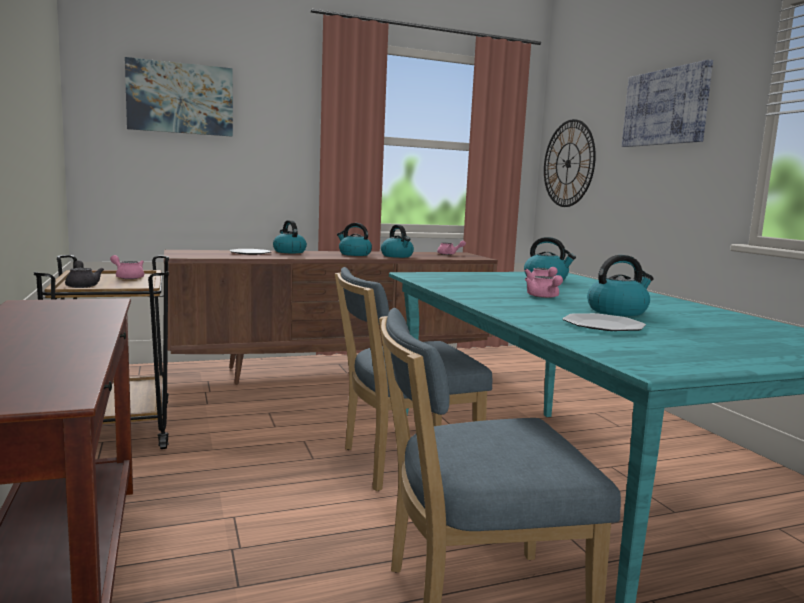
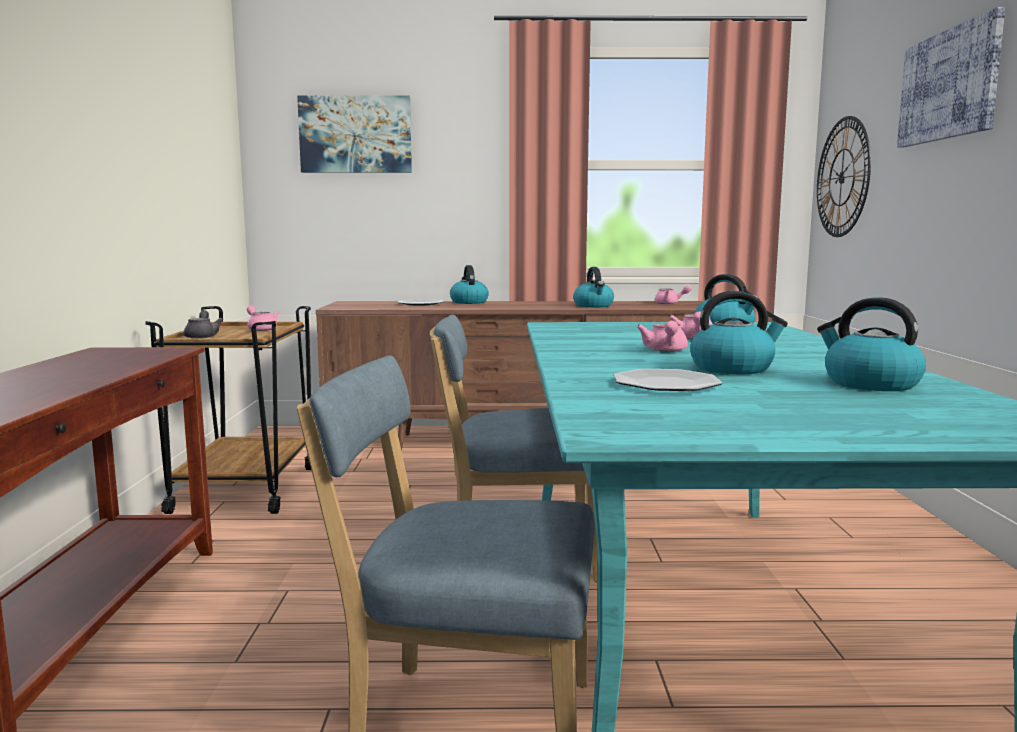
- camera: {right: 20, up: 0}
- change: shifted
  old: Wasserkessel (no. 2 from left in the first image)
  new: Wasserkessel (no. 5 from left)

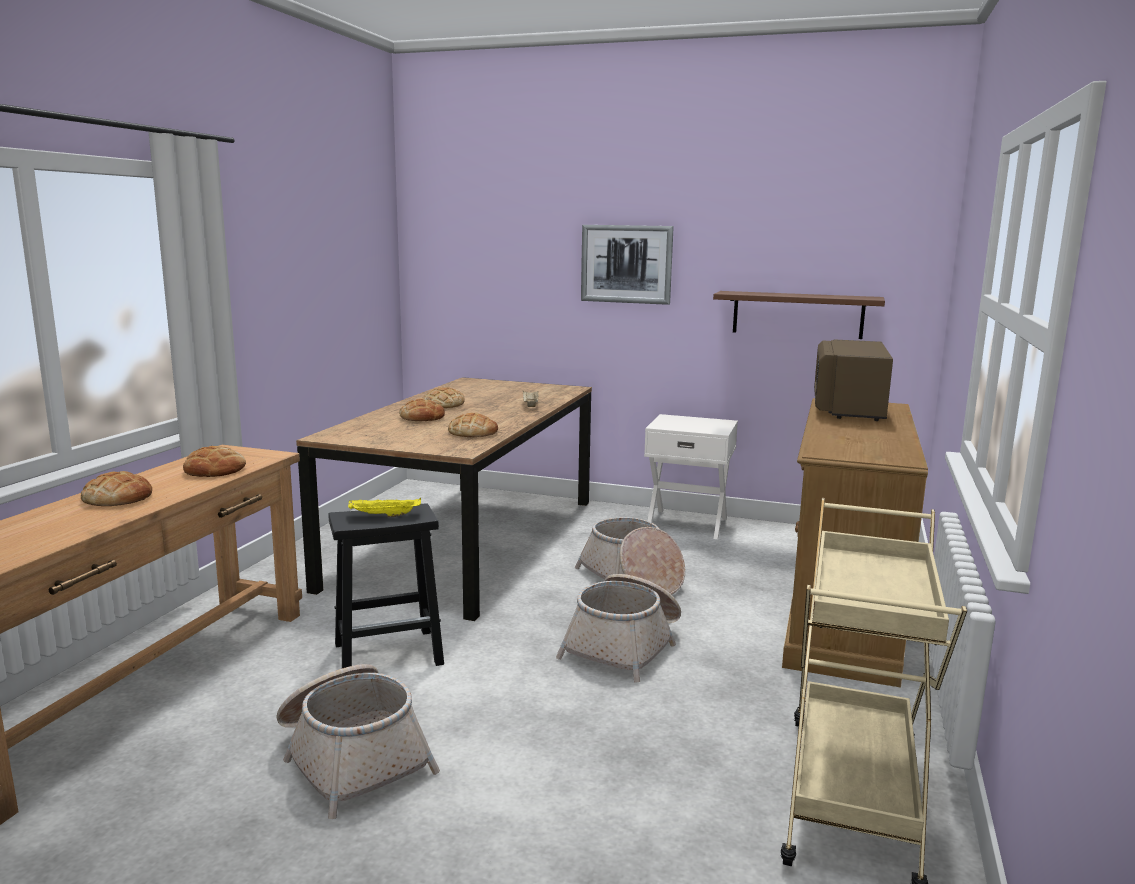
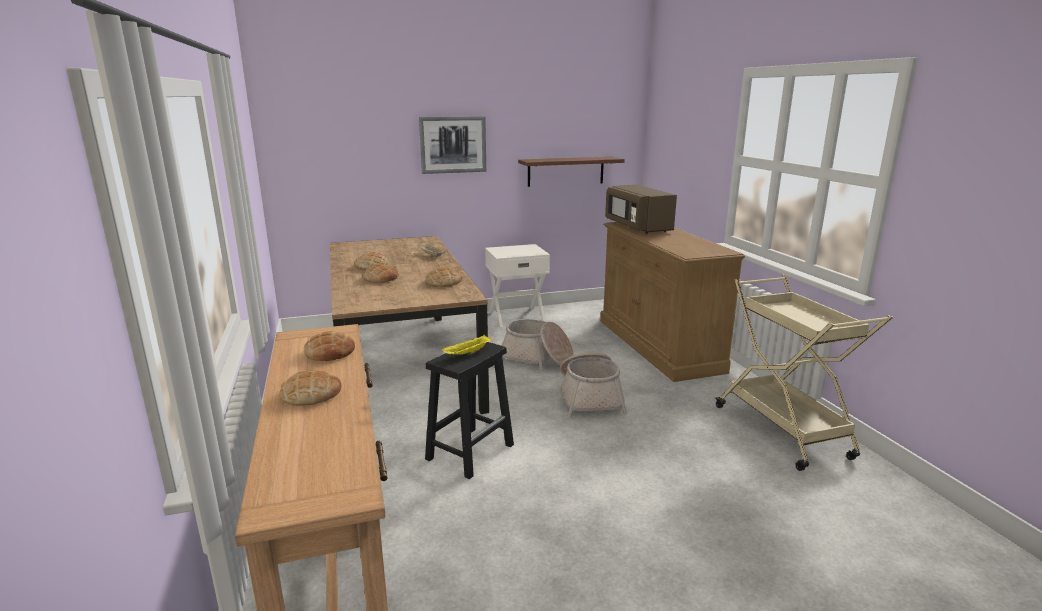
- camera: {right: -35, up: 5}
- change: gone
  old: Korb (no. 1 from left)

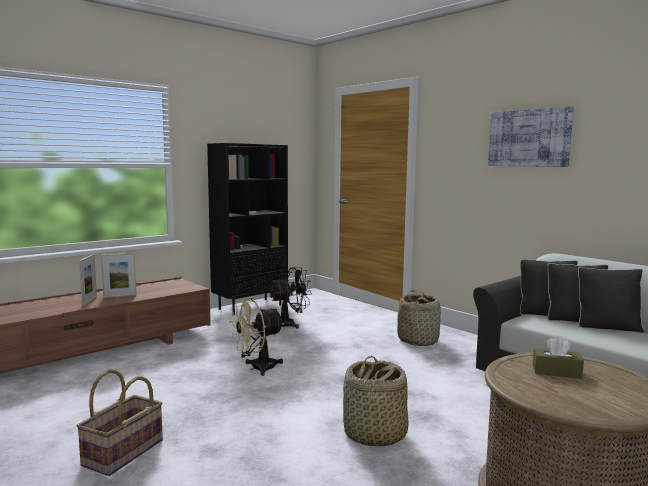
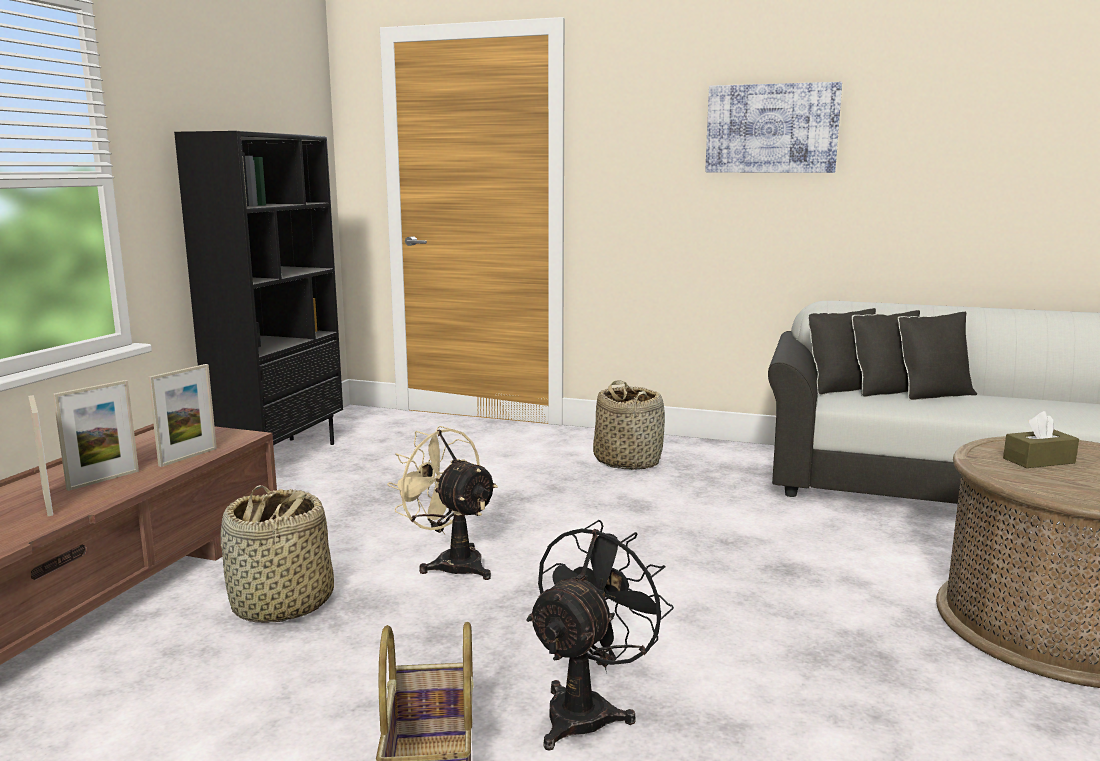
- camera: {right: -30, up: 5}
- change: rotated
  old: Ventilator/beige
  degrees: 105
- change: shifted
  old: Ventilator/schwarz
- change: shifted
  old: Korb (no. 2 from left in the first image)
  new: Korb (no. 1 from left)
- change: new
  new: Bilderrahmen (no. 3 from left)

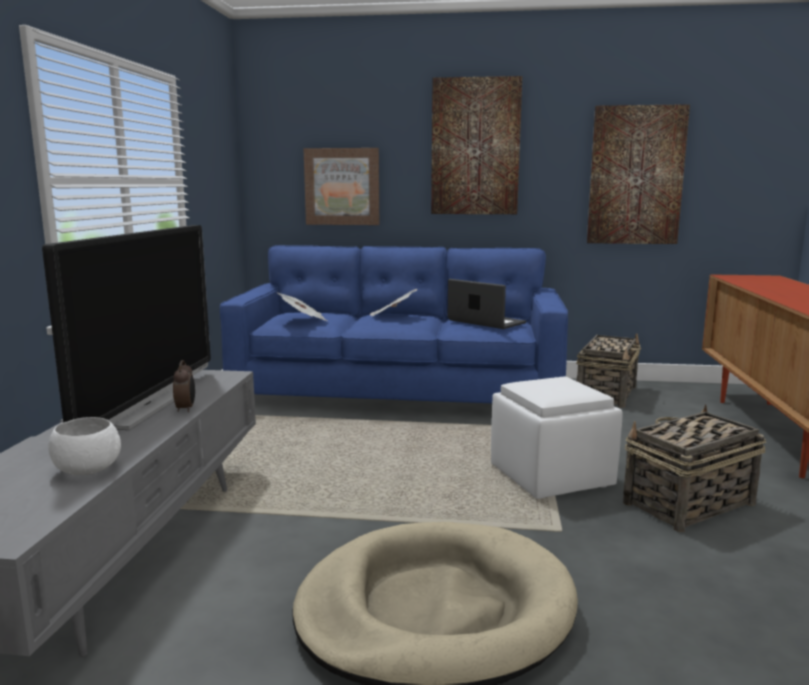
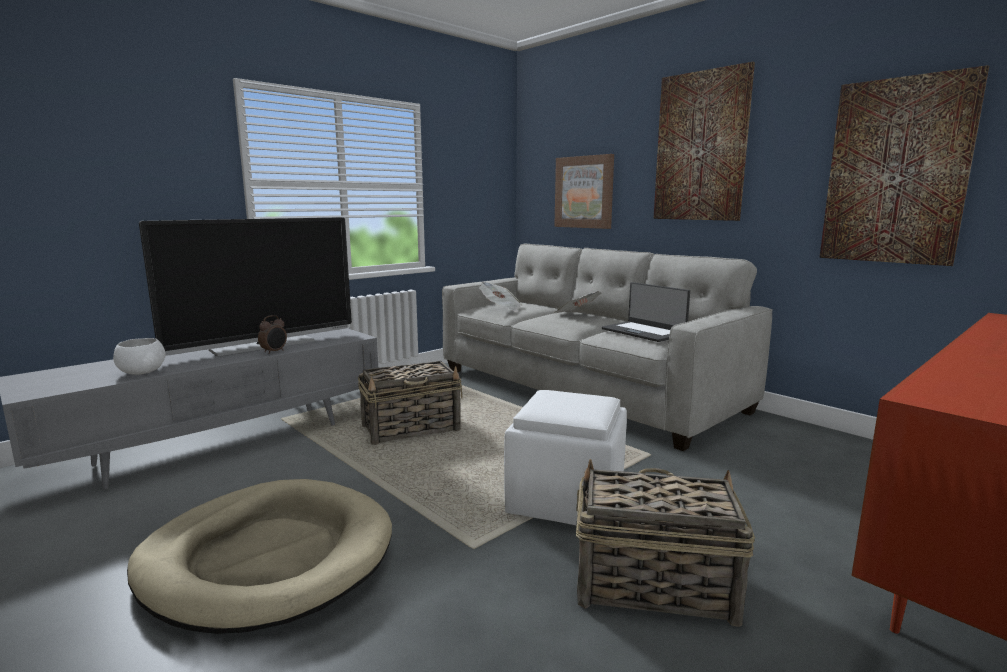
- camera: {right: 40, up: 0}
- change: repainted
  old: Sofa/blau
  new: Sofa/grau
- change: rotated
  old: Laptop
  degrees: 150
- change: shifted
  old: Korb (no. 1 from left)

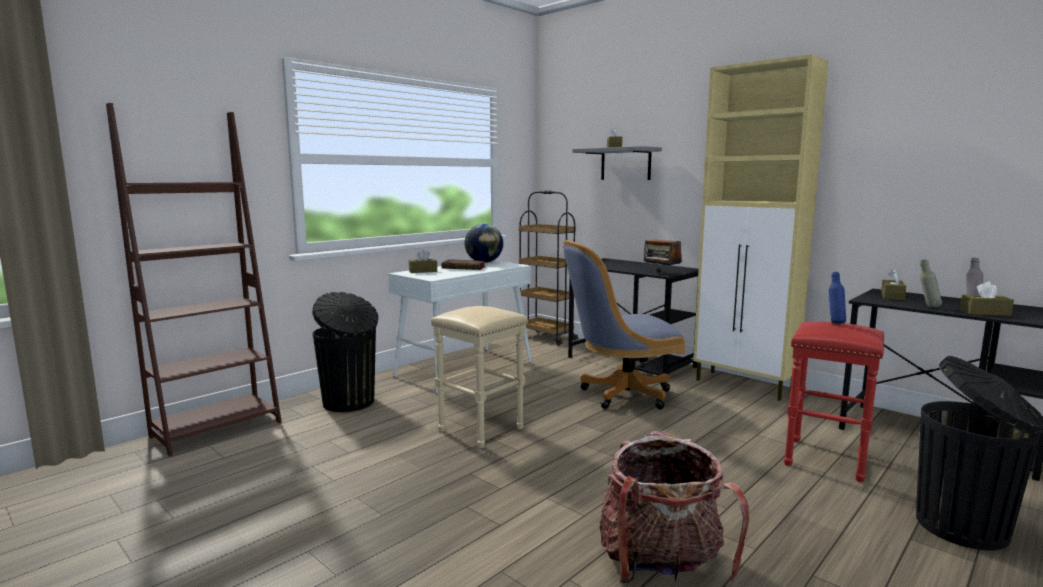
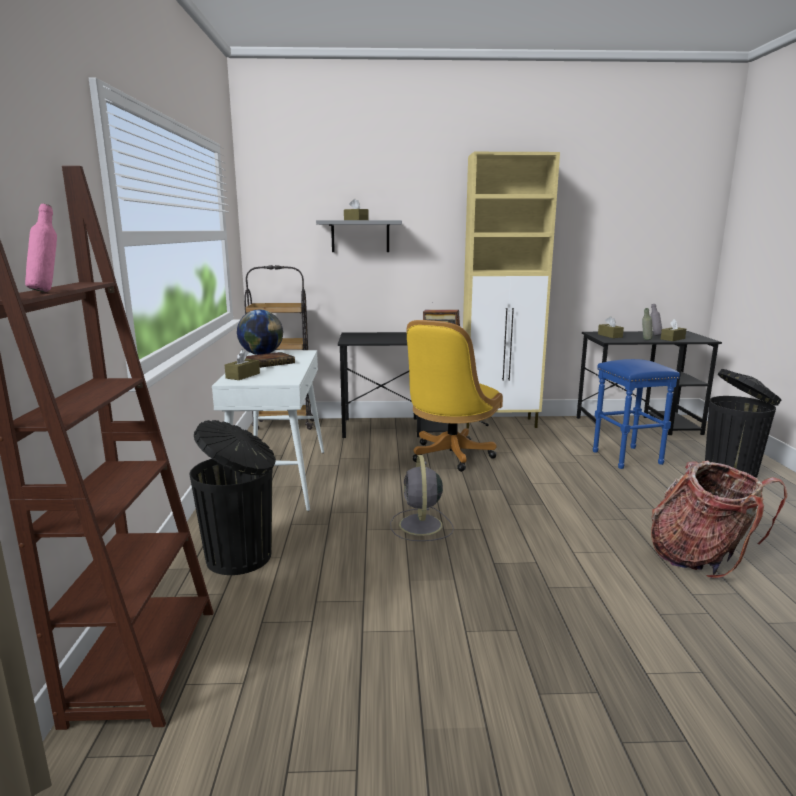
- camera: {right: -45, up: 5}
- change: swapped
  old: Hocker/beige
  new: Ventilator/grau
- change: repainted
  old: Bürostuhl/blau
  new: Bürostuhl/gelb
- change: repainted
  old: Hocker/rot
  new: Hocker/blau
- change: gone
  old: Flasche/blau
- change: new
  new: Flasche/rosa

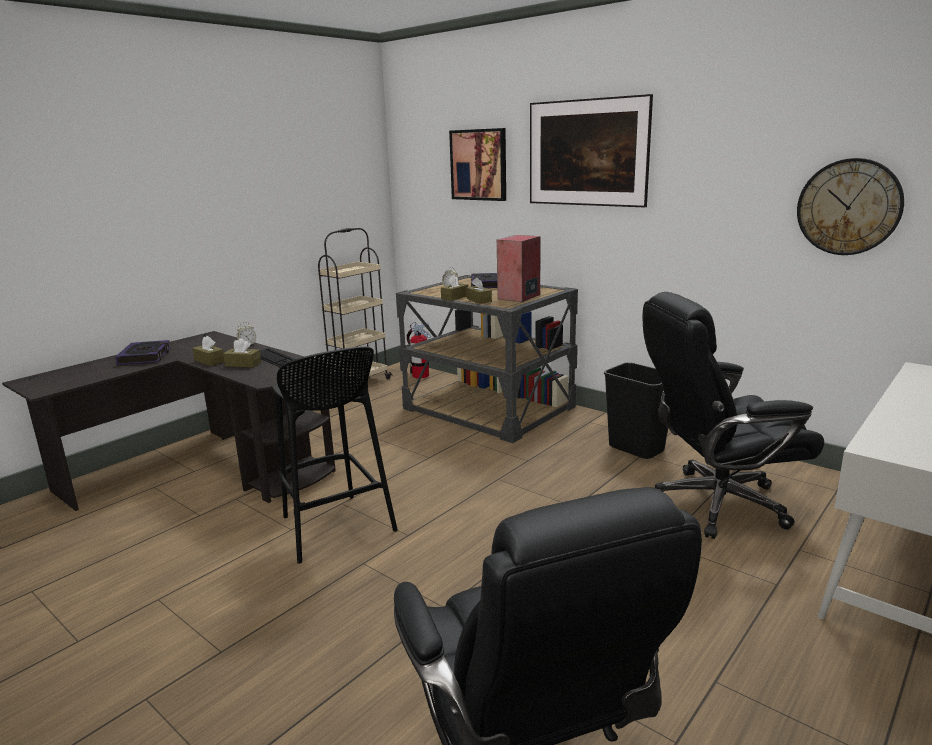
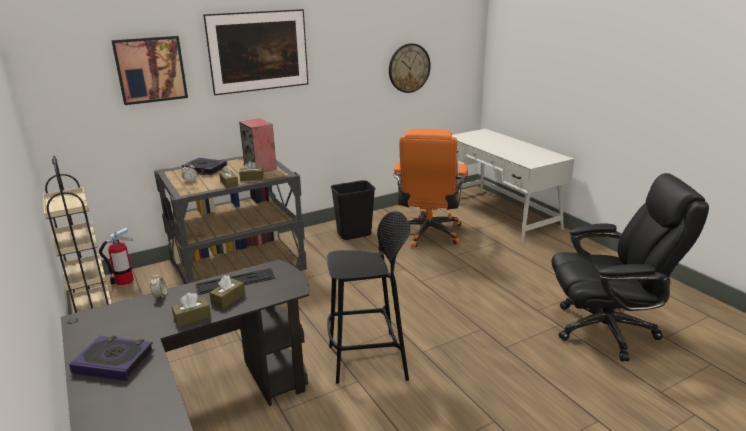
- camera: {right: -70, up: 5}
- change: repainted
  old: Bürostuhl/schwarz (no. 2 from left)
  new: Bürostuhl/orange

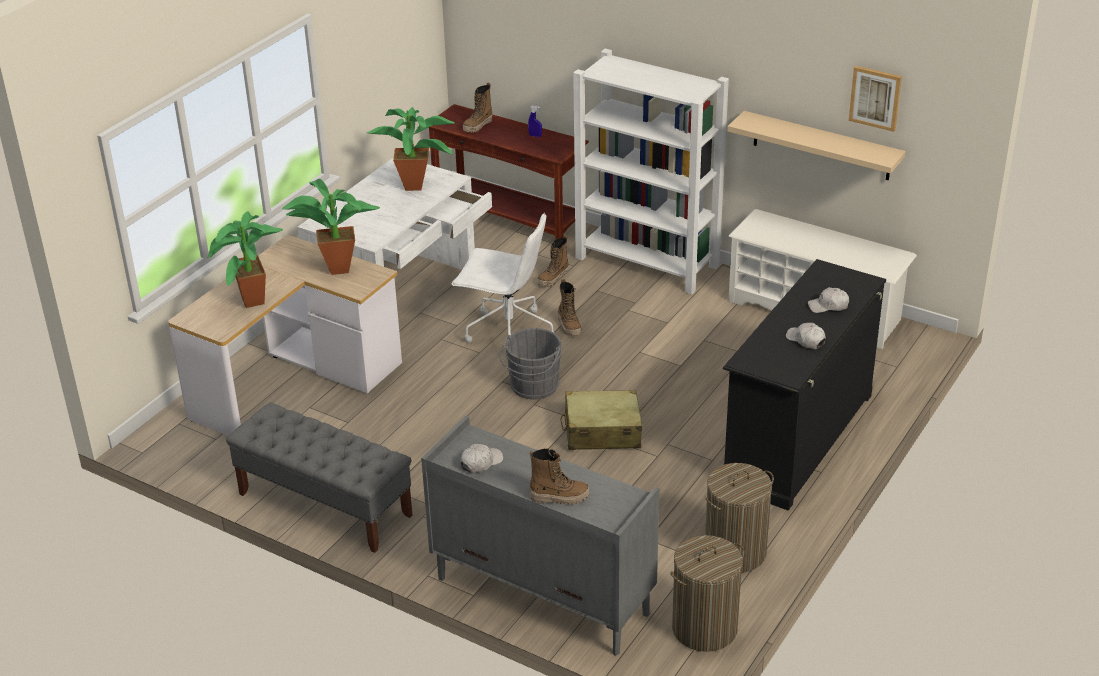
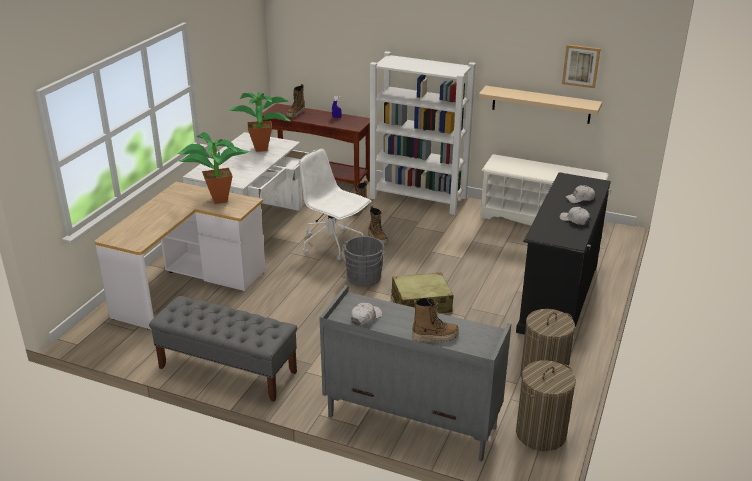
- camera: {right: -10, up: -5}
- change: gone
  old: Topfpflanze (no. 1 from left)
- change: rotated
  old: Bürostuhl/weiß
  degrees: -150

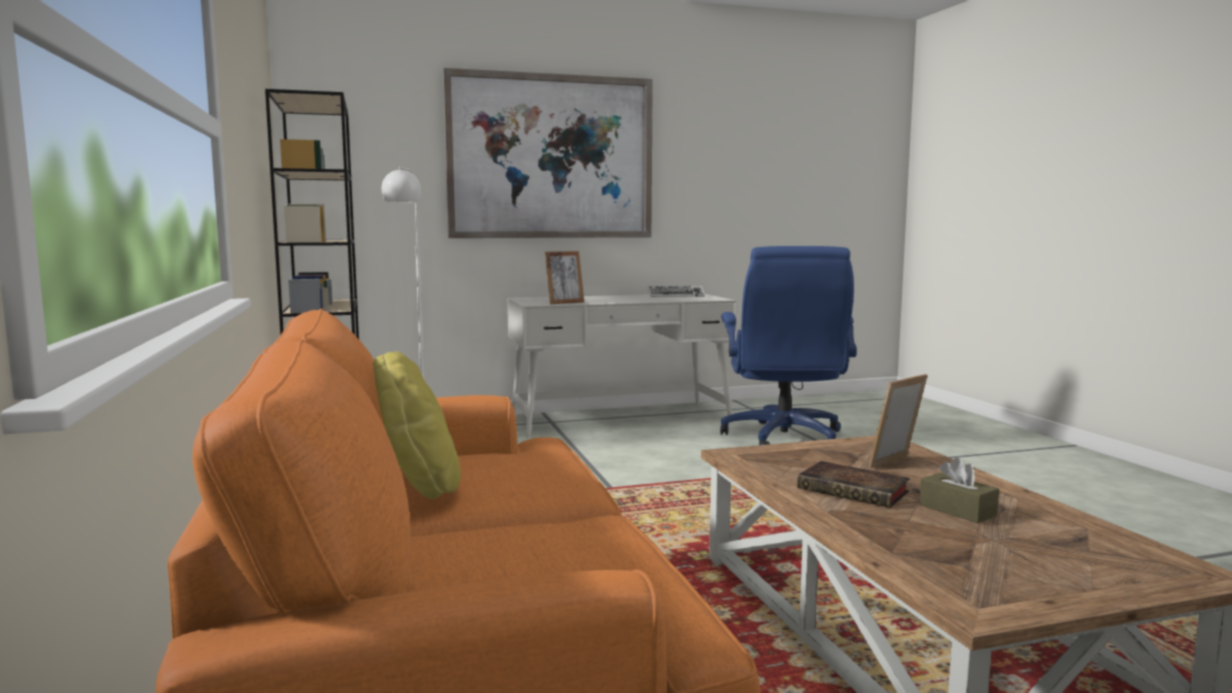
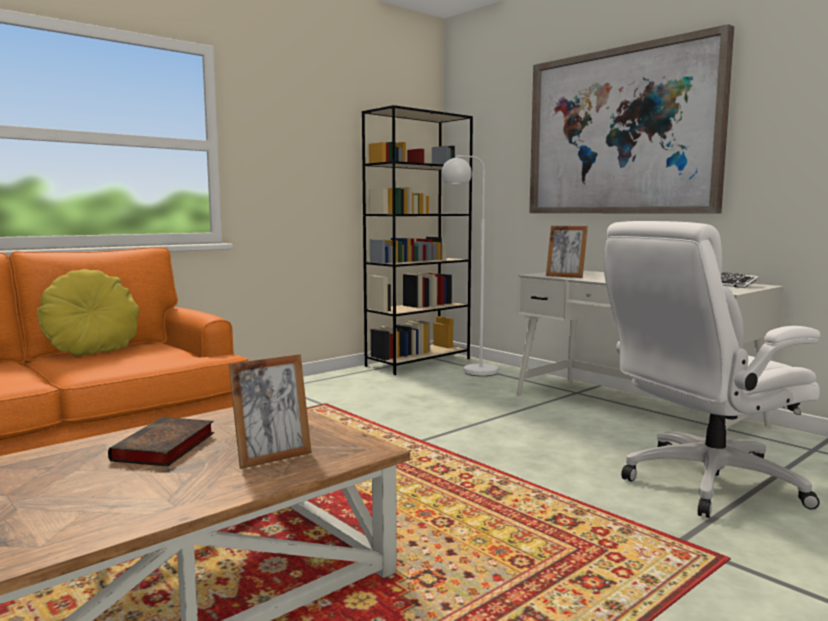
- camera: {right: 65, up: 0}
- change: repainted
  old: Bürostuhl/blau
  new: Bürostuhl/weiß
- change: rotated
  old: Bilderrahmen (no. 2 from left in the first image)
  degrees: 120
- change: gone
  old: Taschentuchbox/braun

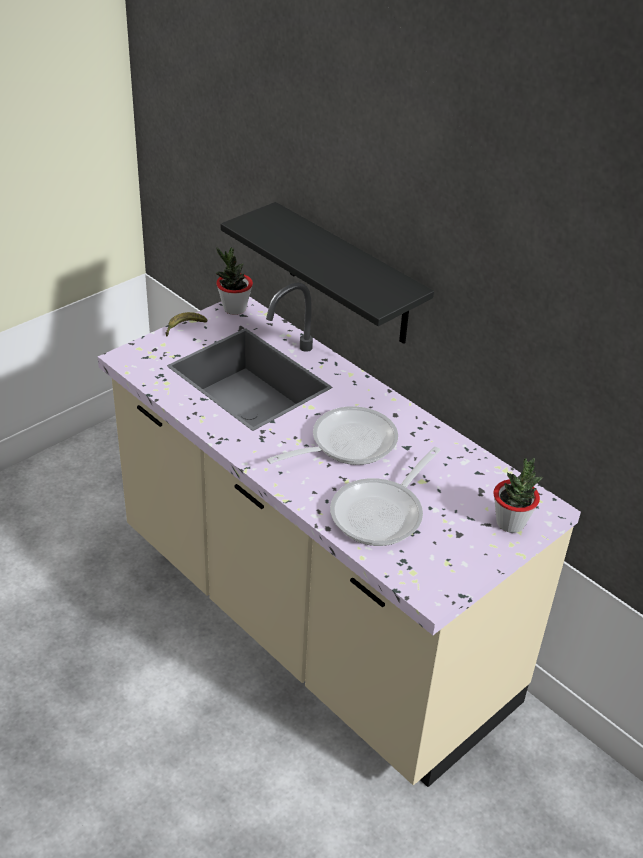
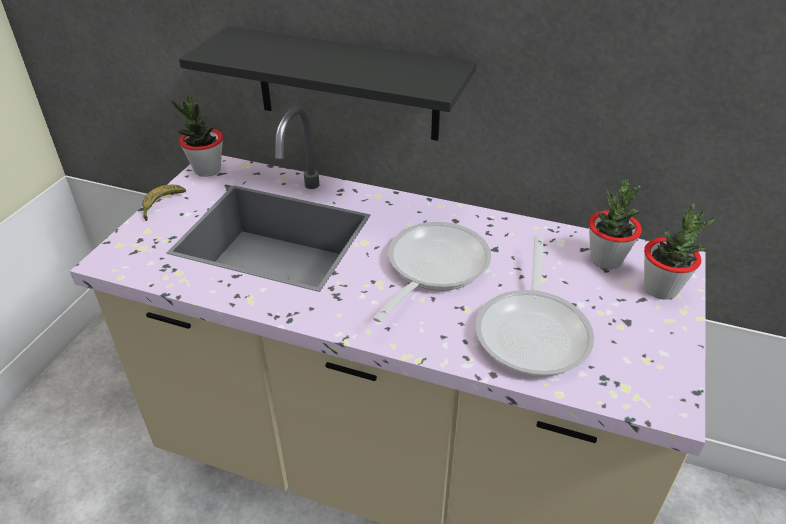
- camera: {right: -25, up: 0}
- change: new
  new: Topfpflanze (no. 2 from left)

